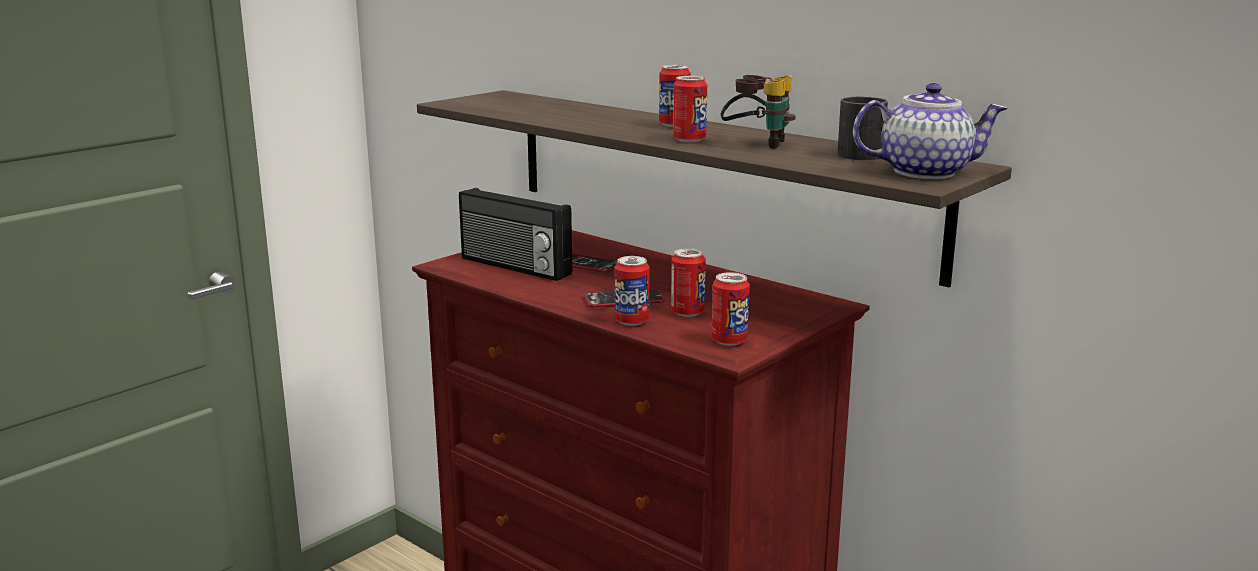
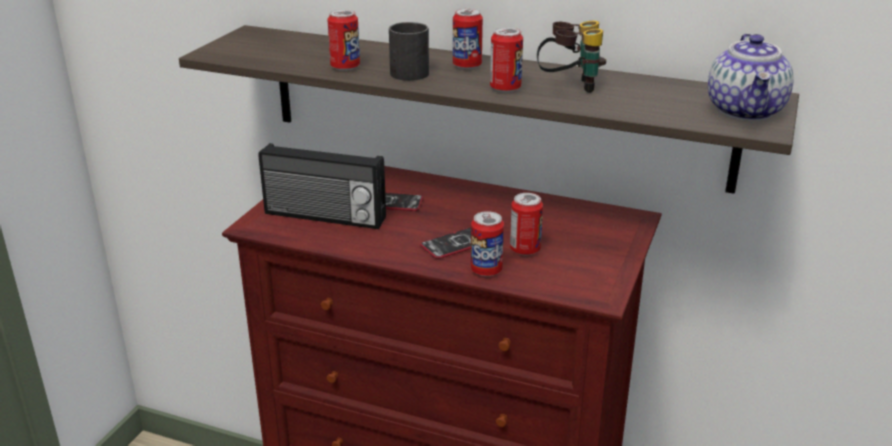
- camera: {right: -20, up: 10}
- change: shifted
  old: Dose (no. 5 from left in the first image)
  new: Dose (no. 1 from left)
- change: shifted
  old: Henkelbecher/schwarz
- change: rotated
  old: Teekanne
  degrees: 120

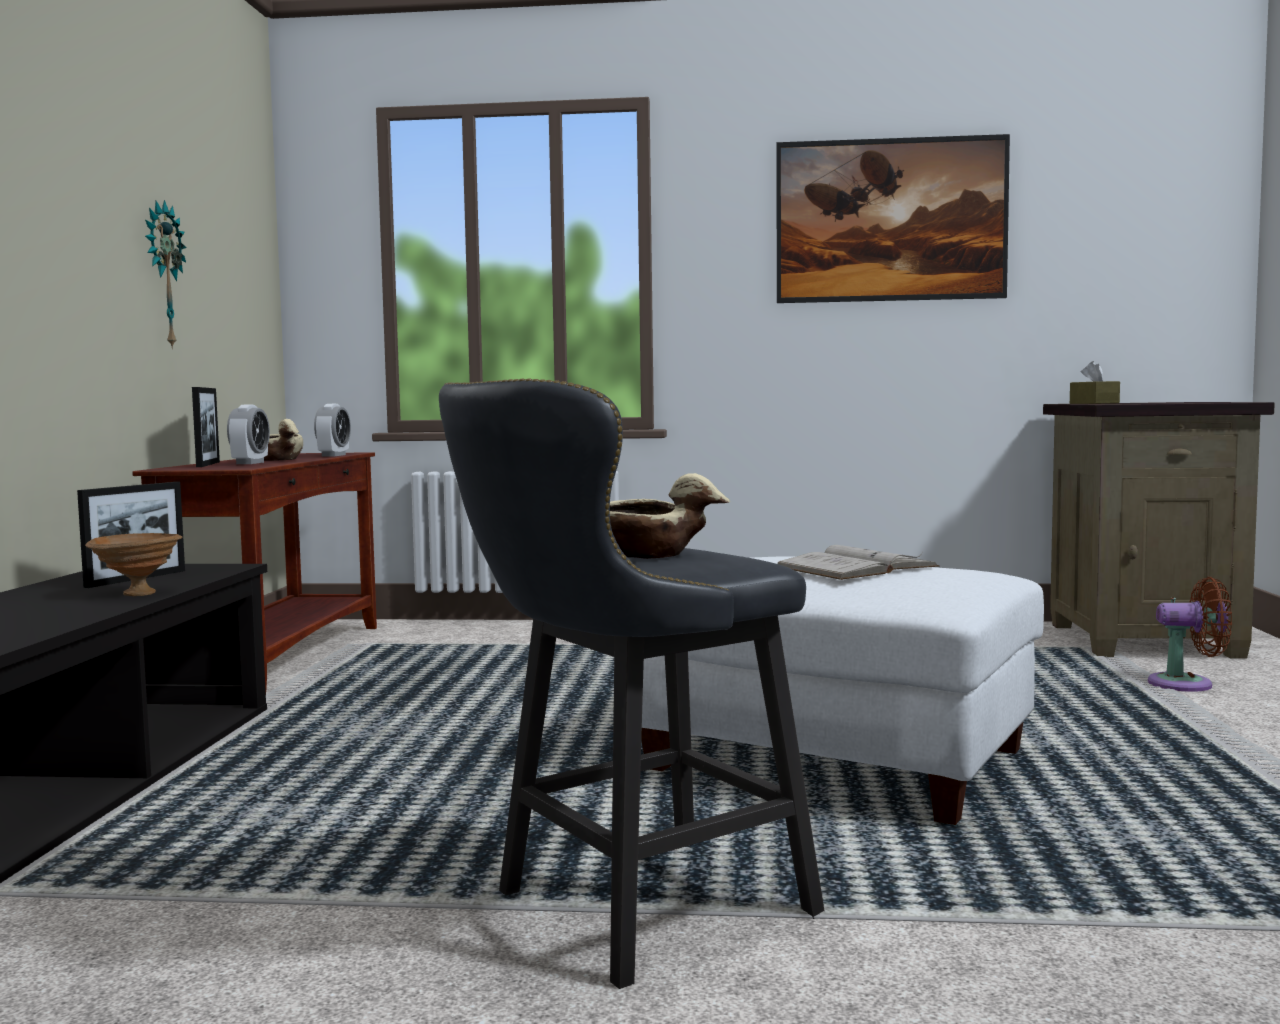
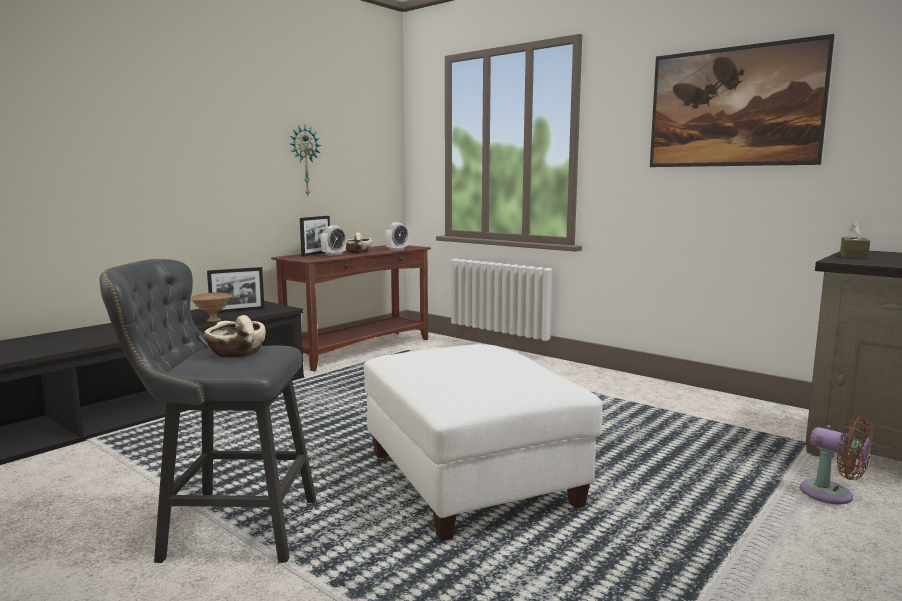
- camera: {right: 35, up: 5}
- change: gone
  old: Buch/weiß

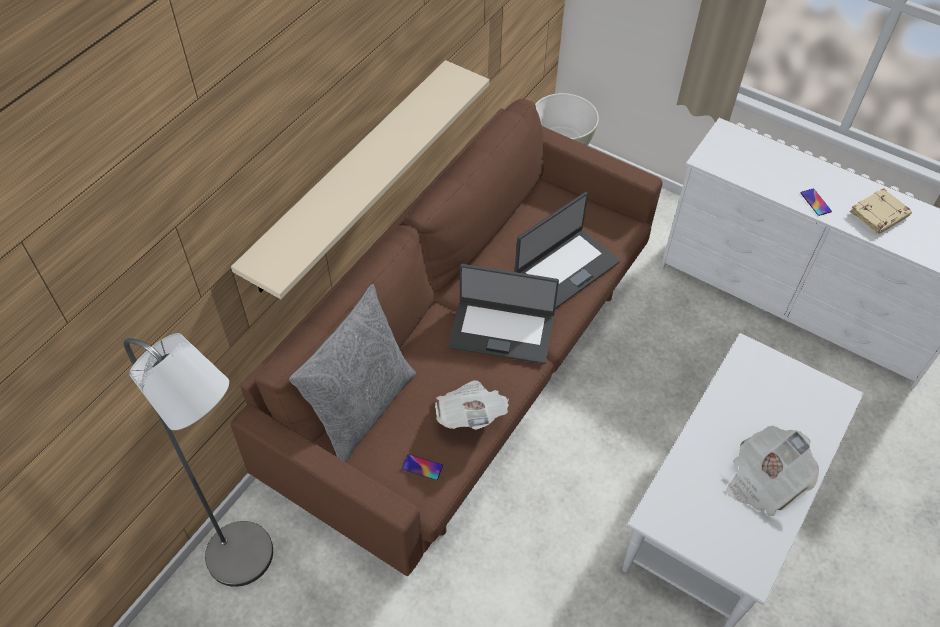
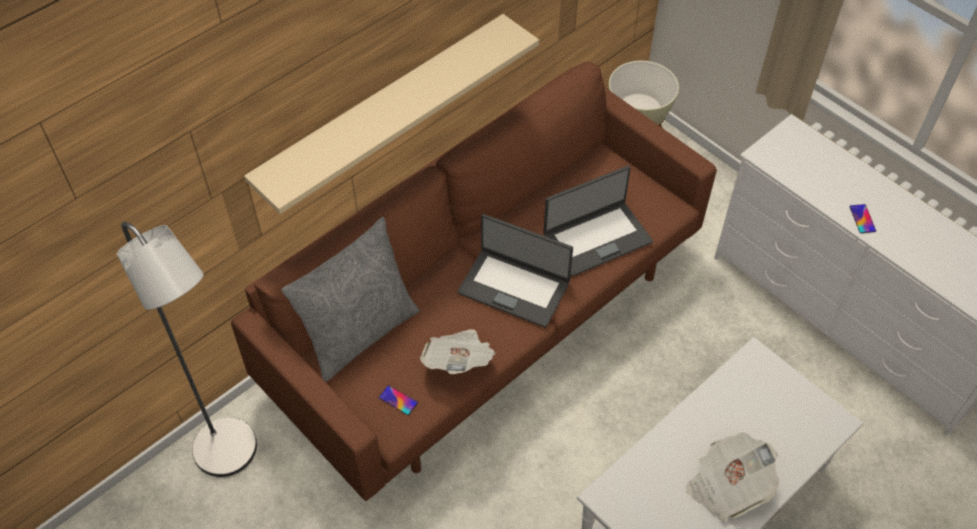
- camera: {right: 15, up: 0}
- change: gone
  old: Buch/beige

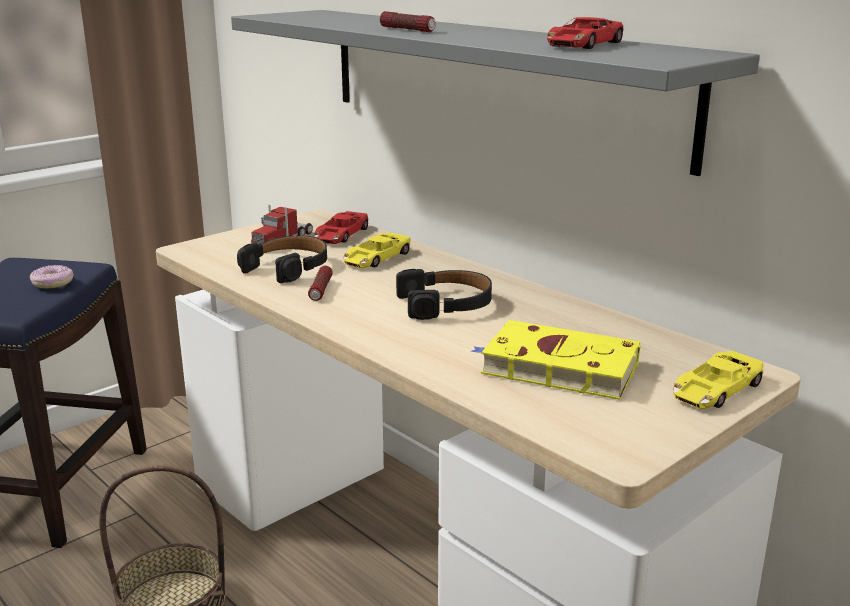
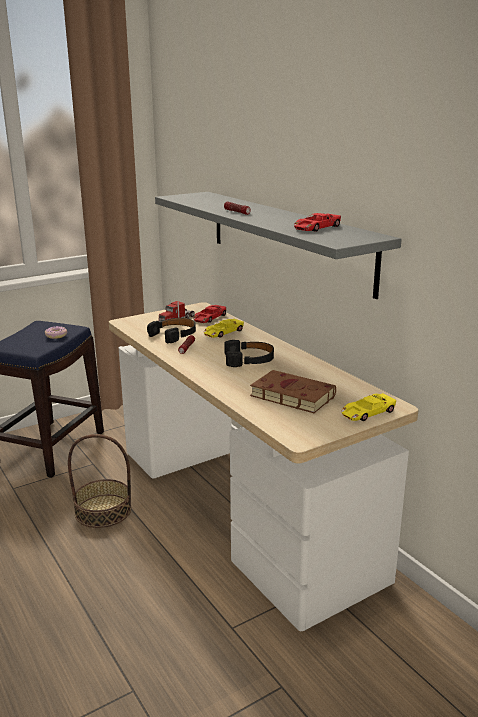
- camera: {right: 10, up: 0}
- change: repainted
  old: Buch/gelb
  new: Buch/braun

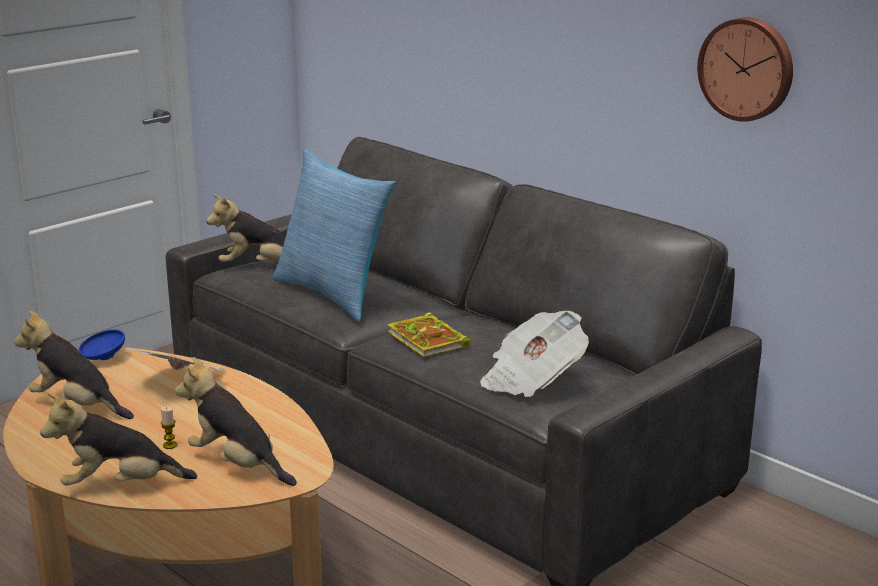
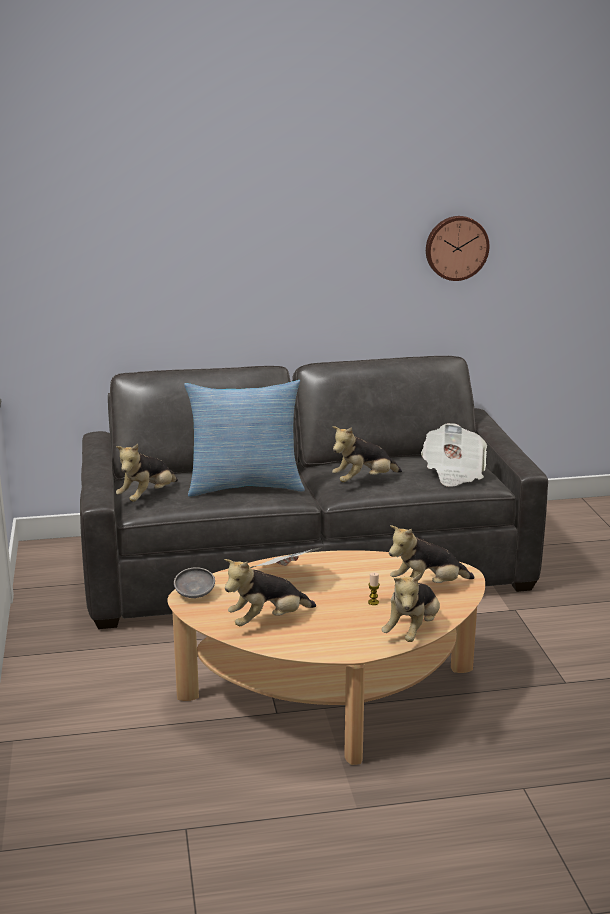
- camera: {right: -55, up: 0}
- change: repainted
  old: Schüssel/blau
  new: Schüssel/grau
- change: swapped
  old: Buch
  new: Plüschtier (no. 3 from left)

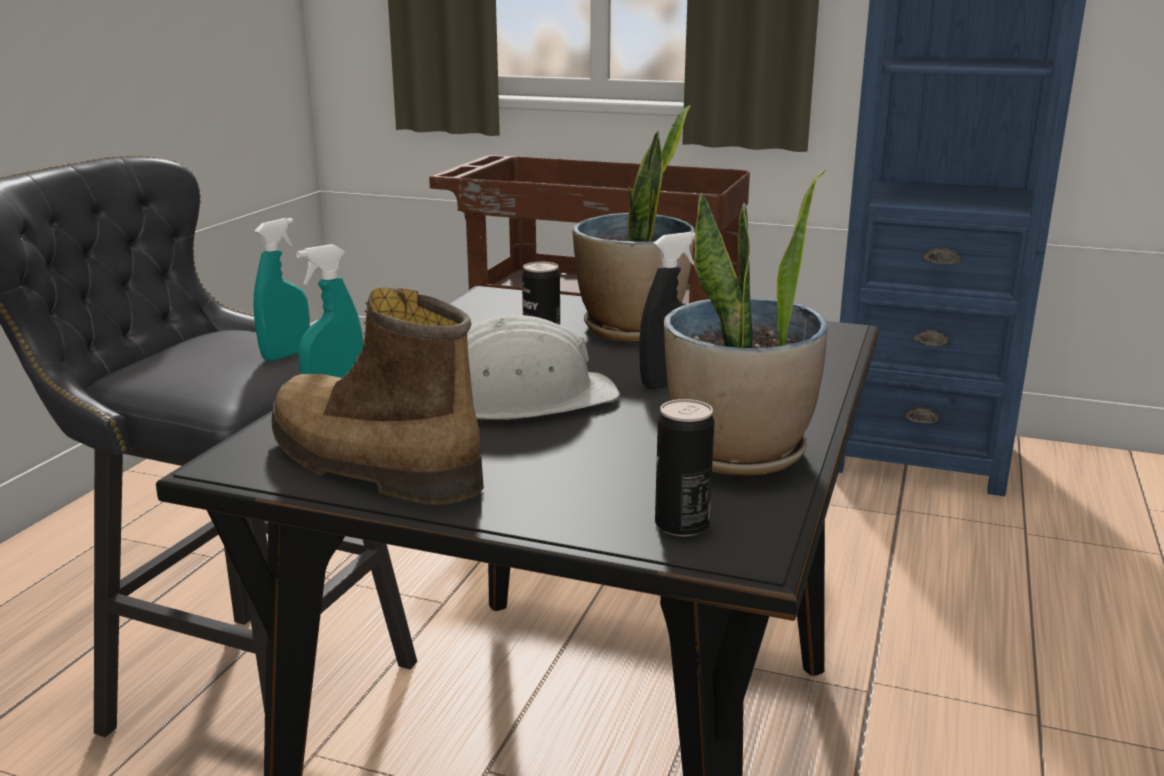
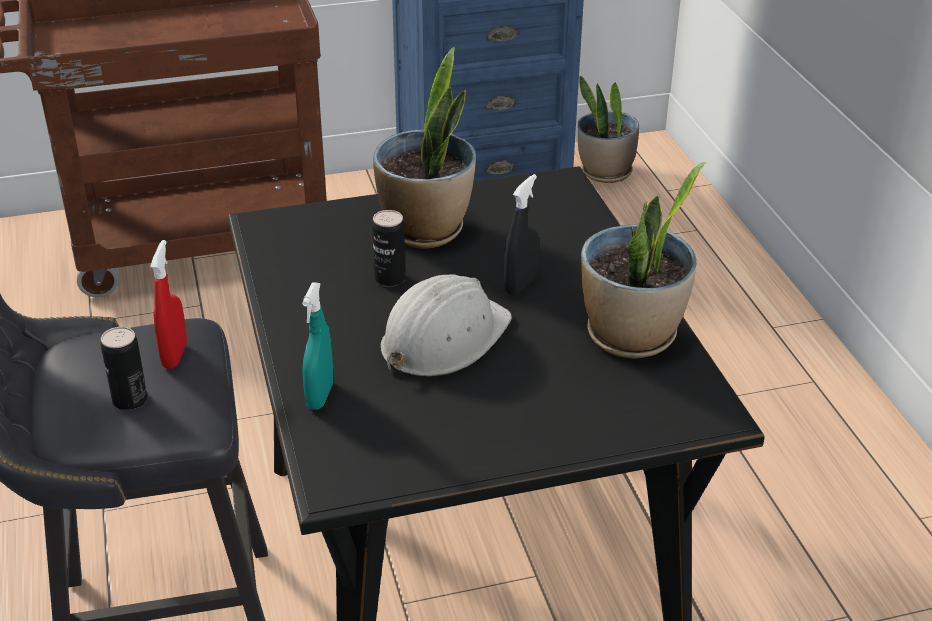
- camera: {right: -35, up: 15}
- change: repainted
  old: Sprühflasche/türkis (no. 1 from left)
  new: Sprühflasche/rot
- change: gone
  old: Stiefel
- change: shifted
  old: Dose (no. 2 from left in the first image)
  new: Dose (no. 1 from left)
- change: new
  new: Topfpflanze (no. 2 from left)

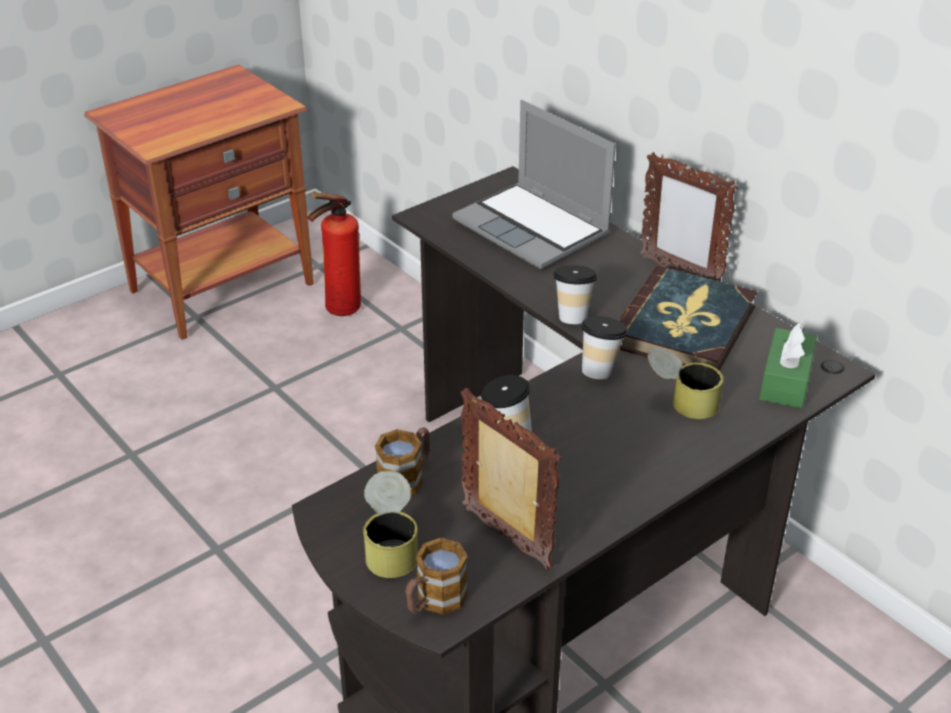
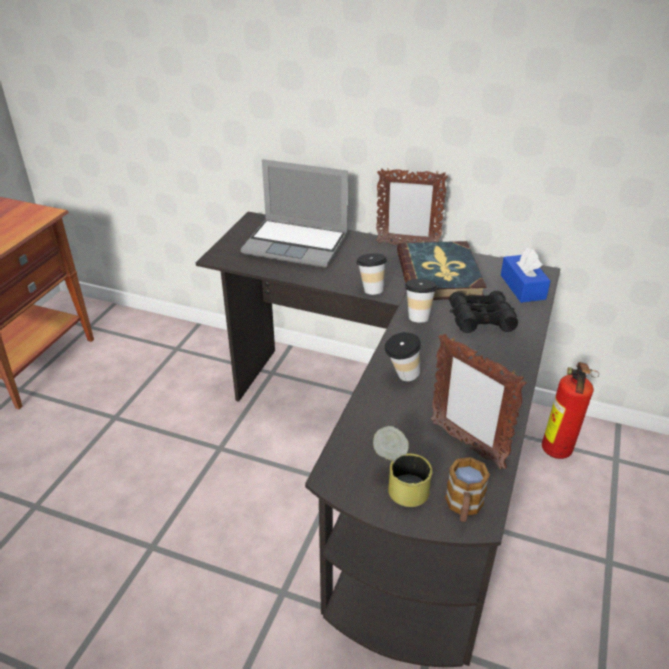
- camera: {right: -30, up: 0}
- change: shifted
  old: Feuerlöscher
- change: gone
  old: Henkelbecher (no. 1 from left)
- change: rotated
  old: Bilderrahmen (no. 1 from left in the first image)
  degrees: -150
- change: swapped
  old: Dose (no. 2 from left)
  new: Fernglas/schwarz
- change: repainted
  old: Taschentuchbox/grün
  new: Taschentuchbox/blau

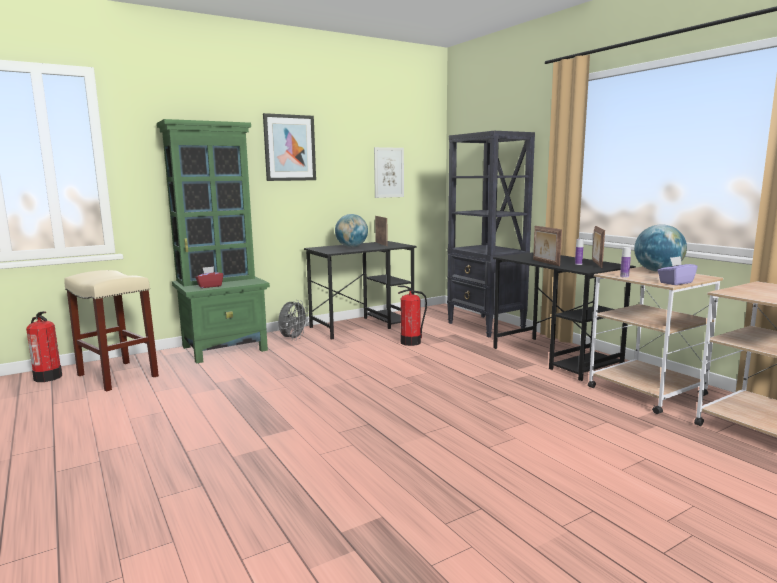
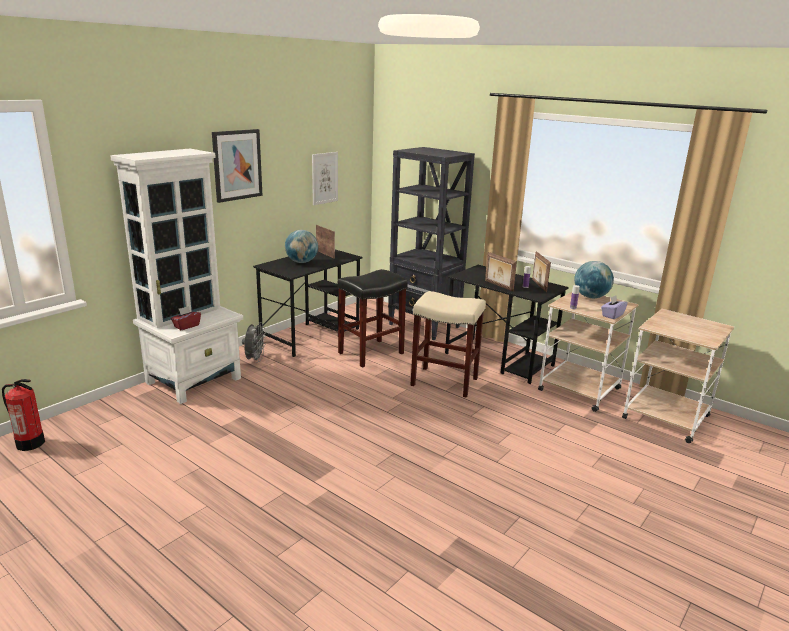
- camera: {right: -20, up: 10}
- change: shifted
  old: Hocker/beige
- change: repainted
  old: Schrank/grün
  new: Schrank/weiß
- change: swapped
  old: Feuerlöscher (no. 2 from left)
  new: Hocker/schwarz

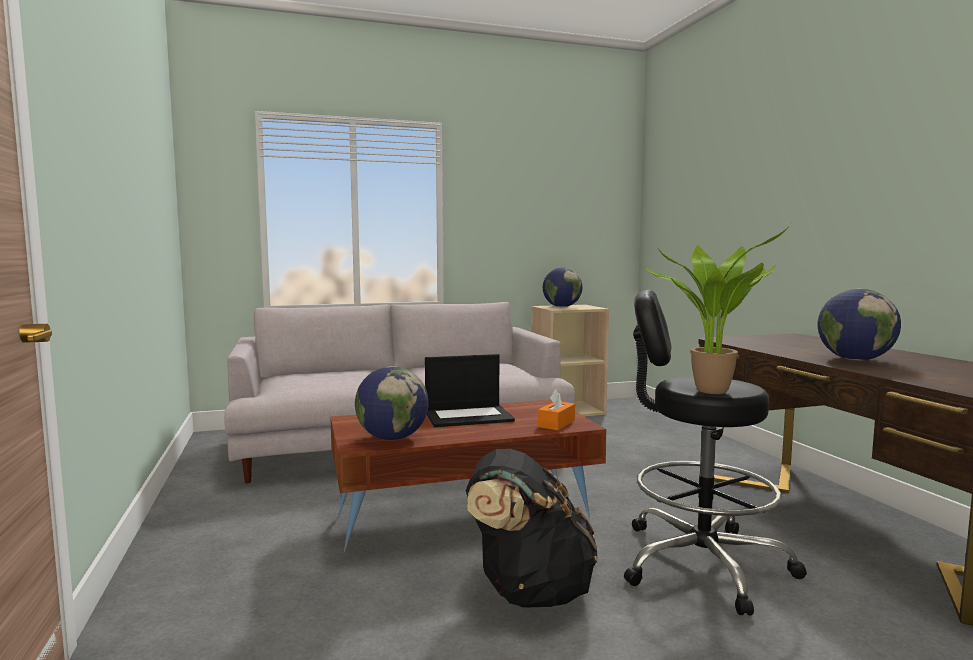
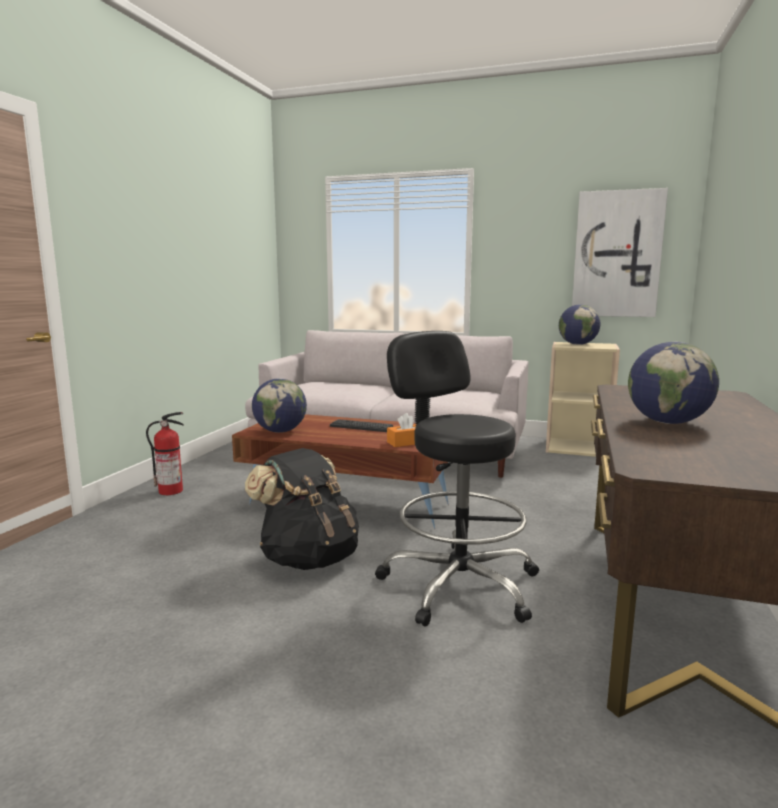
- camera: {right: 35, up: 5}
- change: swapped
  old: Laptop
  new: Tastatur
- change: gone
  old: Topfpflanze
- change: new
  new: Feuerlöscher
- change: new
  new: Bild

